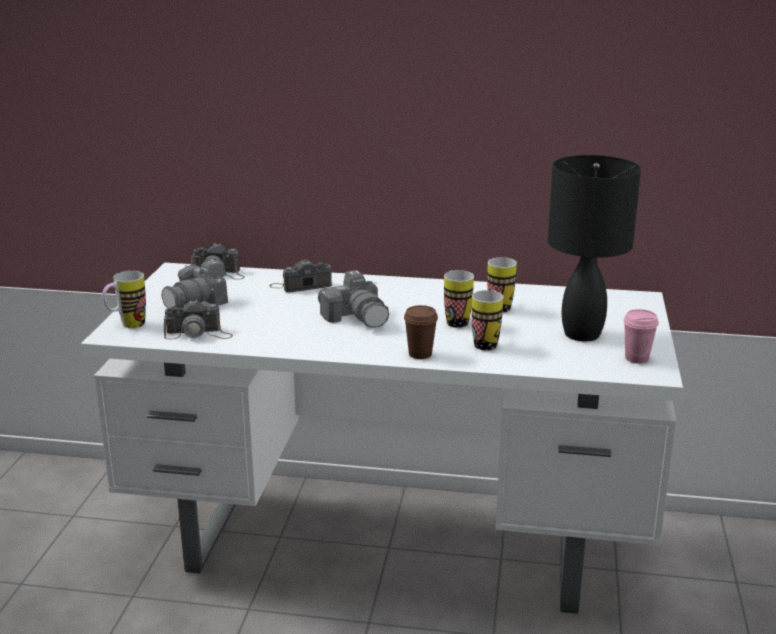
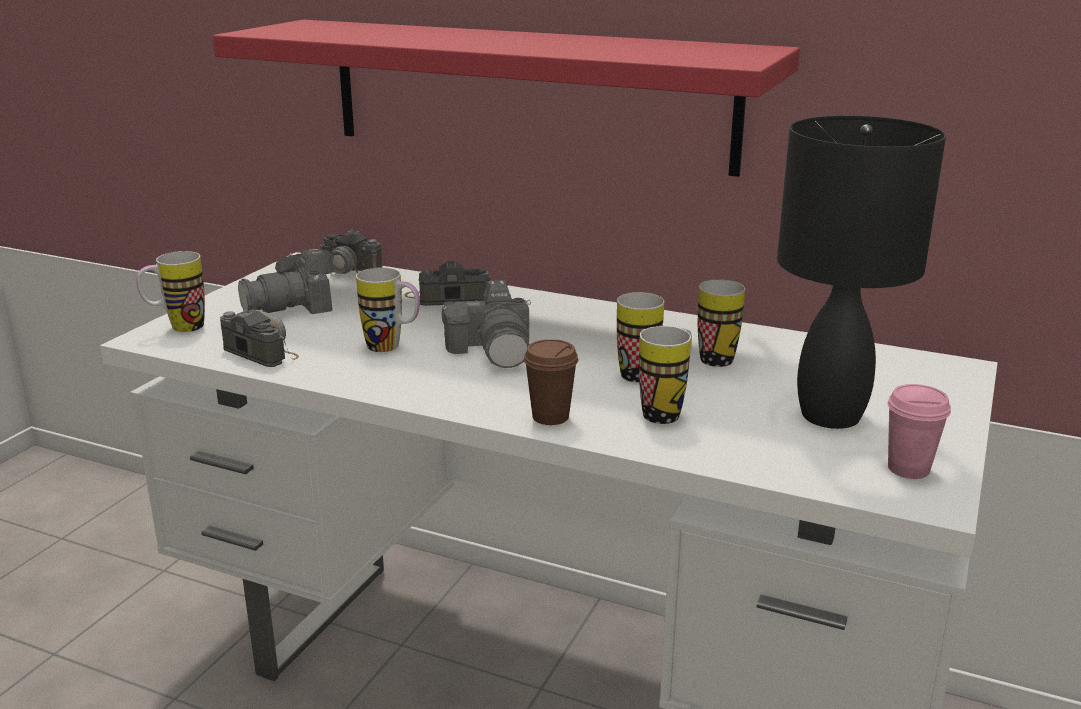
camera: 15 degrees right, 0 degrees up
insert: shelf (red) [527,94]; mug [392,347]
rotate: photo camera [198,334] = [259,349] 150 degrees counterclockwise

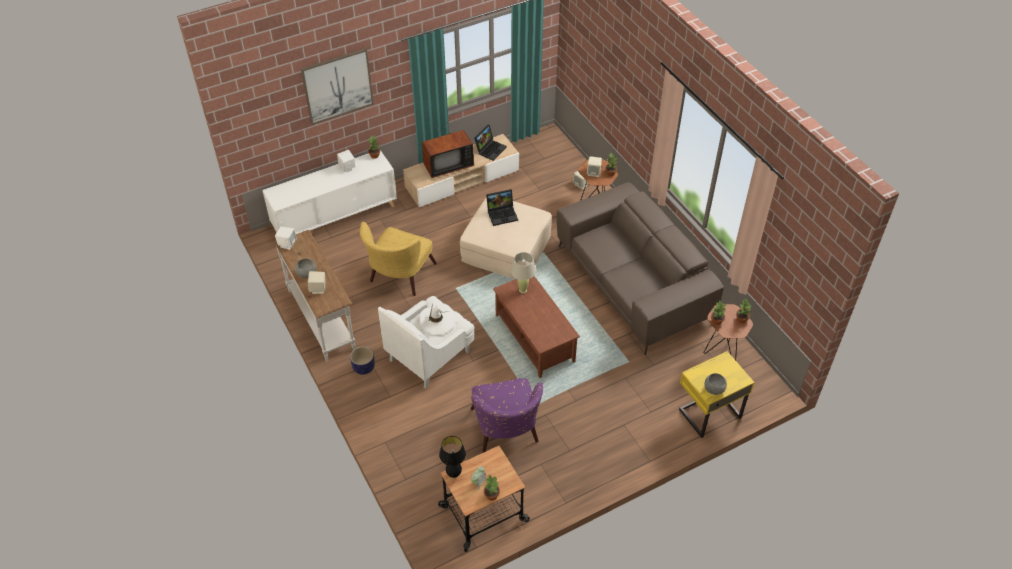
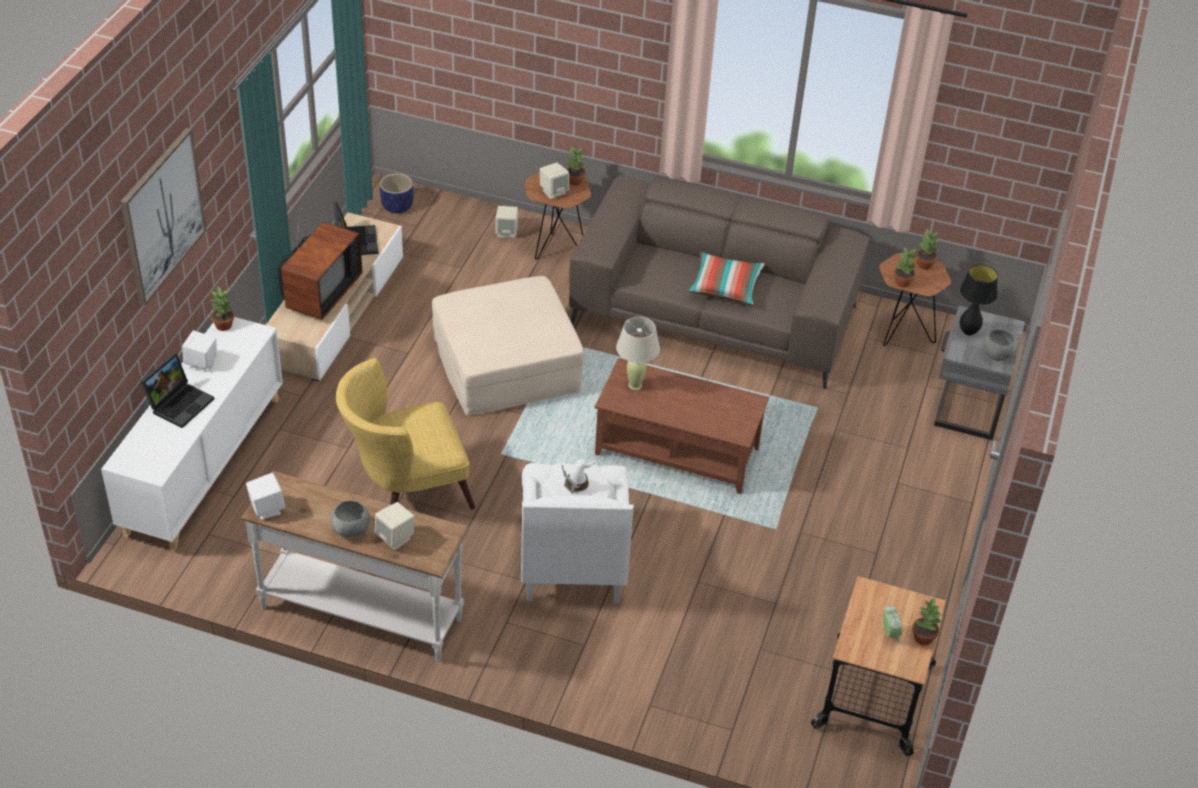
camera: 45 degrees left, 5 degrees down
delete: easy chair (purple) [506,432]
insert: cushion [725,287]
move: flower pot [363,368] to [397,207]; table lamp (black-coloured) [453,474] to [968,332]; portable computer [502,214] to [180,403]
recolor: nightstand (yellow-coloured) [708,413] to nightstand (gray) [966,409]
rotate: easy chair (yellow-coloured) [399,277] = [405,488] 90 degrees clockwise

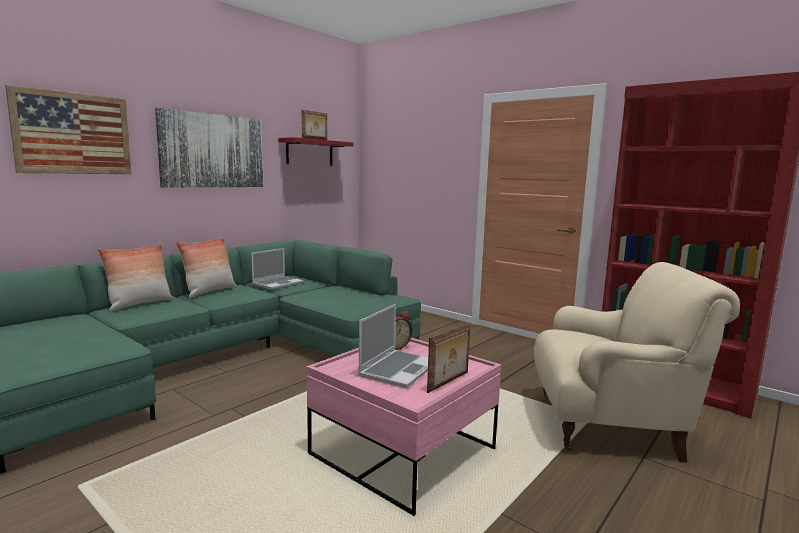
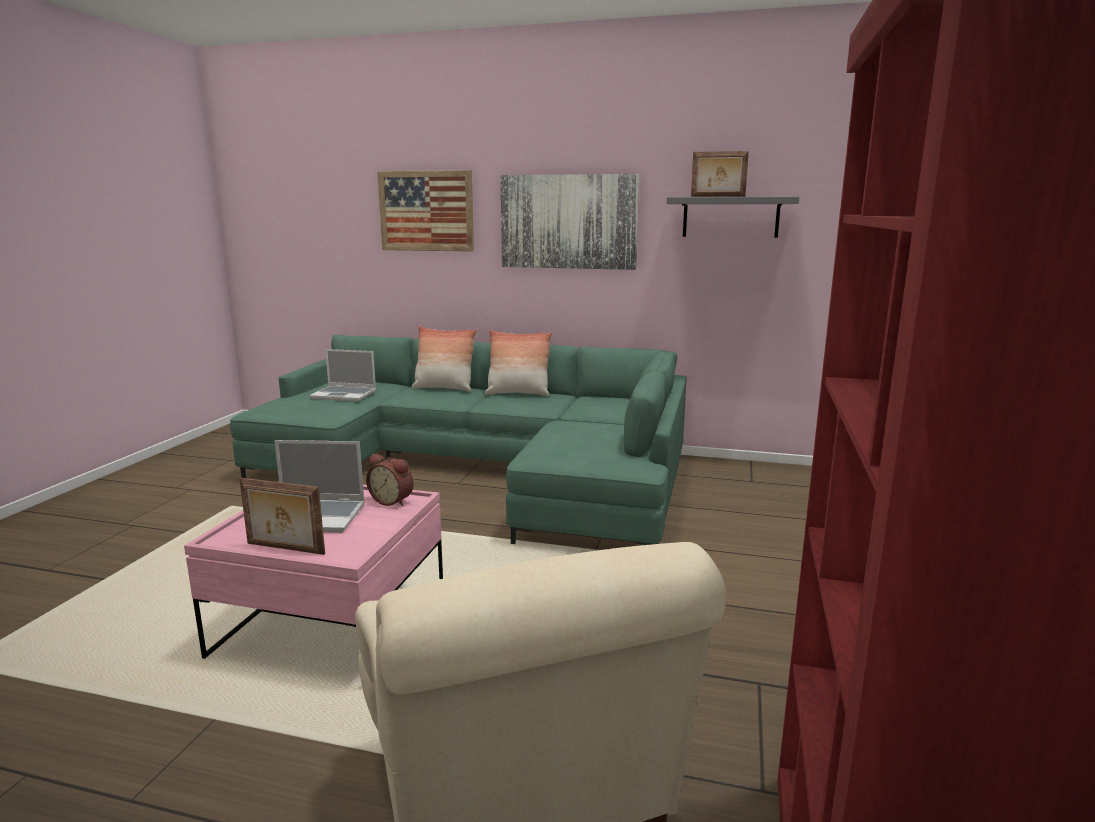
camera: 65 degrees right, 5 degrees up
move: portable computer [278,283] to [345,395]
recolor: shelf (red) [310,152] to shelf (gray) [730,217]

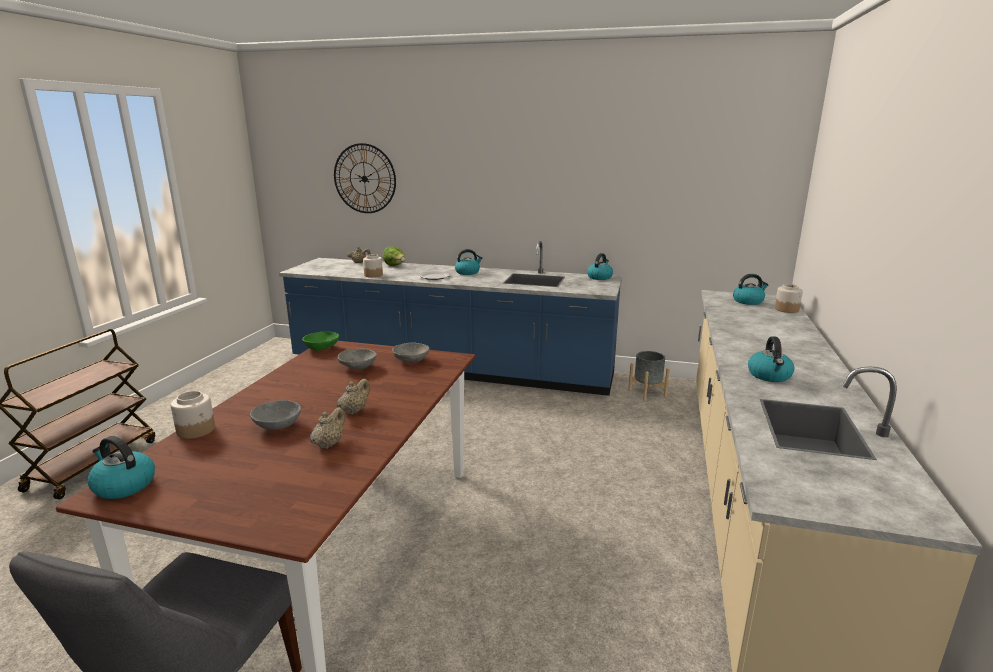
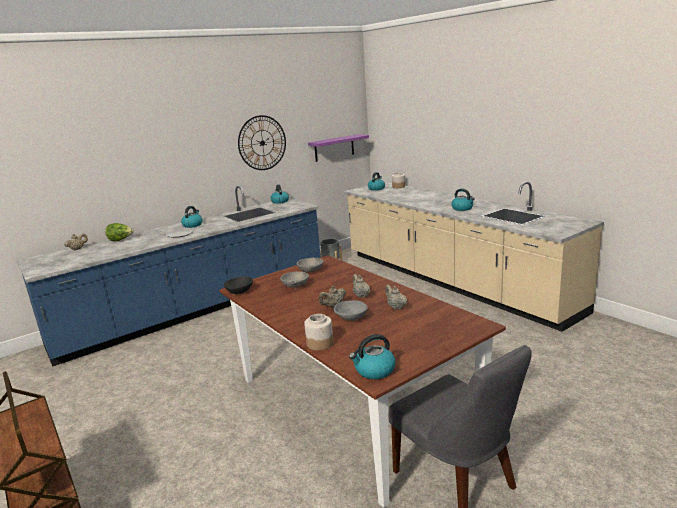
camera: 50 degrees left, 0 degrees up
delete: storage jar [373,275]
insert: shelf (purple) [334,148]; pot for tea (beige) [333,307]
move: hanging clock [364,178] to [262,143]
recolor: bowl (green) [322,349] to bowl (black-coloured) [240,291]

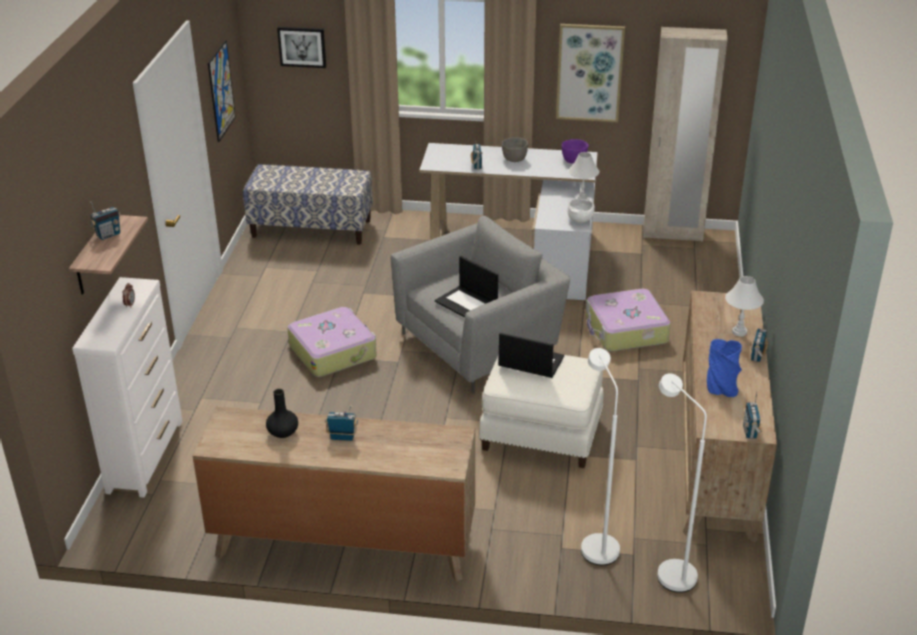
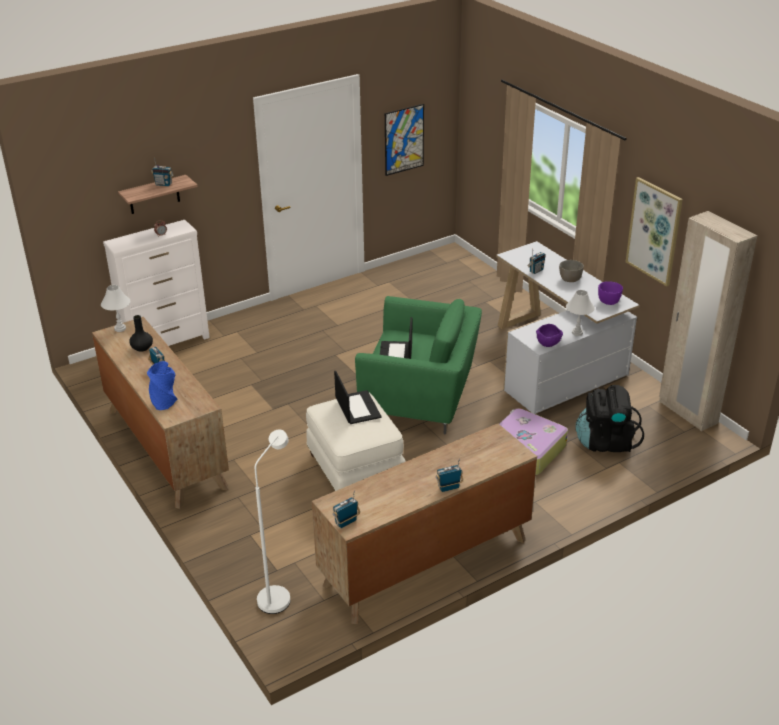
camera: 50 degrees right, 0 degrees up
delete: indoor bench [312,228]; wall picture [302,46]; travel case [333,351]; standard lamp (whitish) [596,543]
insert: backpack (black-coloured) [605,442]
move: flower vase (blue-coloured) [721,387] to [164,401]; table lamp (whitish) [739,332] to [120,329]
recolor: easy chair (gray) [480,344] to easy chair (green) [420,398]; bowl (whitish) [580,220] to bowl (purple) [548,344]

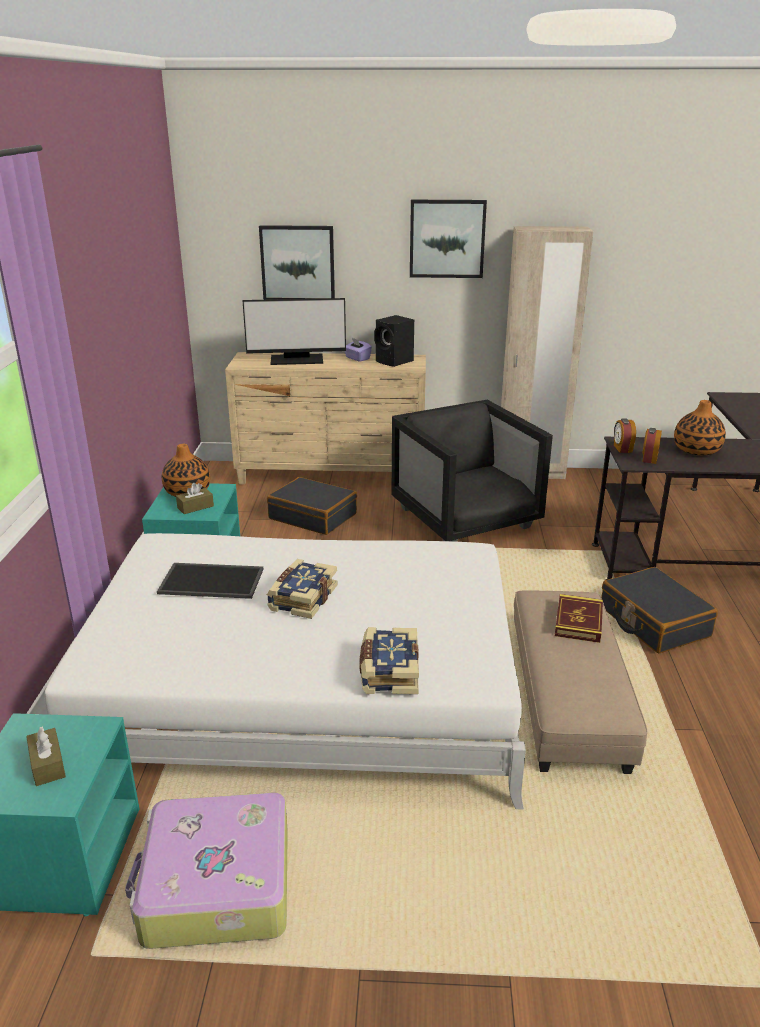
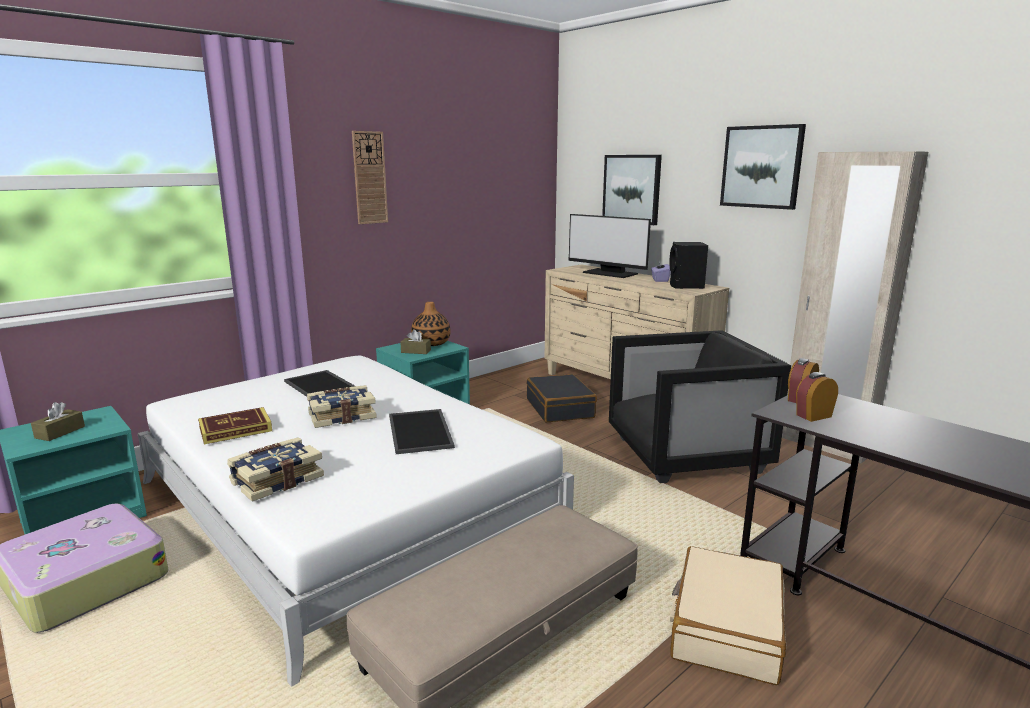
camera: 45 degrees right, 10 degrees down
delete: flower vase [696,450]
insert: hanging clock [369,178]; serving tray [421,431]
move: volume [578,621] to [235,429]
recolor: travel case (black-coloured) [653,622] to travel case (beige) [726,628]
rotate: easy chair (black-coloured) [466,518] = [685,455] 60 degrees clockwise

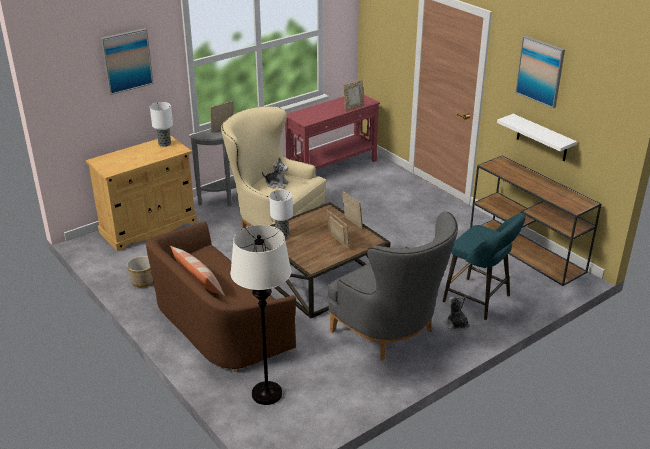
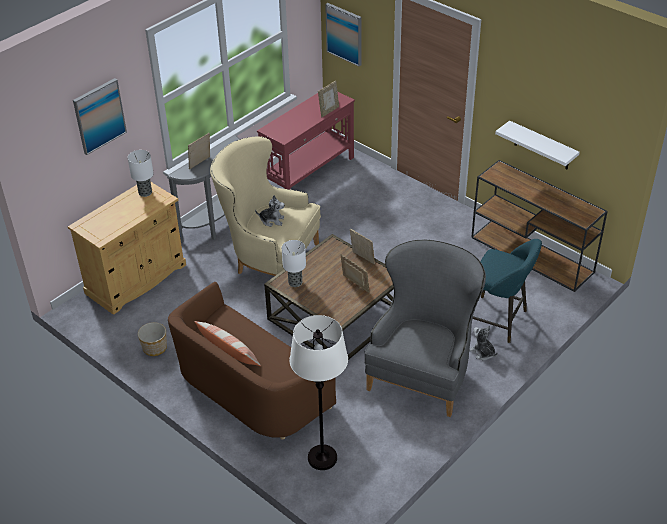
camera: 10 degrees left, 10 degrees up
move: wall picture [540,71] to [344,34]
rotate: easy chair (gray) [391,334] = [423,373] 105 degrees counterclockwise

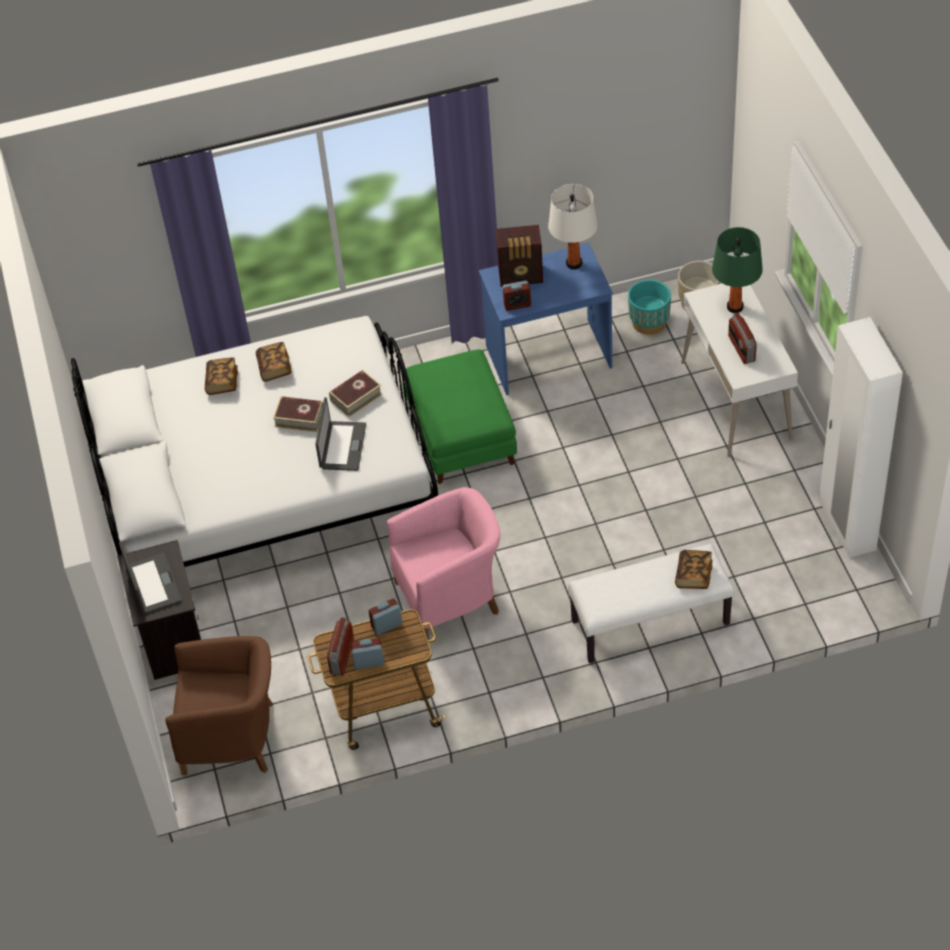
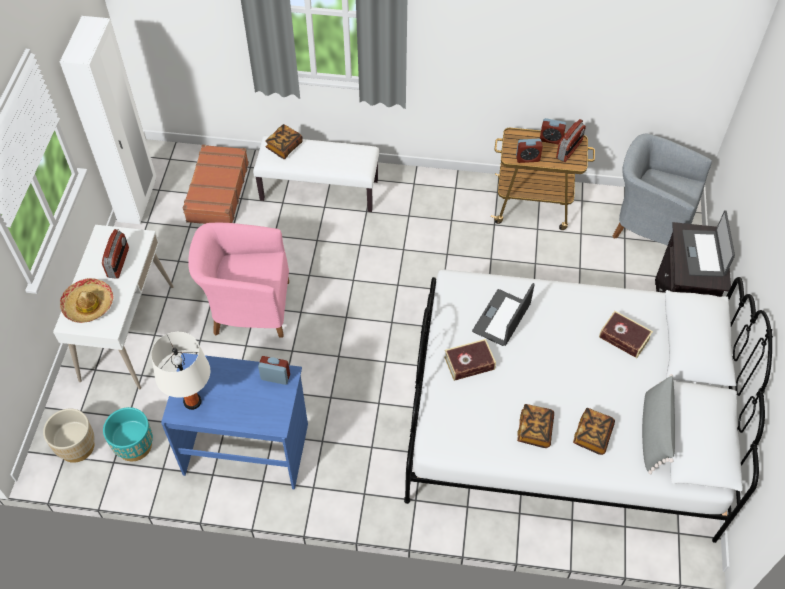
camera: 160 degrees left, 5 degrees up
delete: footrest (green) [461,436]; radio [521,276]
insert: travel case (brown-coloured) [217,192]; cushion (gray) [654,432]
move: volume [299,418] to [624,338]; easy chair (pink) [451,596] to [247,307]
replace: table lamp (green) [735,307] to wearable hat [88,305]
recolor: easy chair (brown-coloured) [233,738] to easy chair (gray) [648,224]

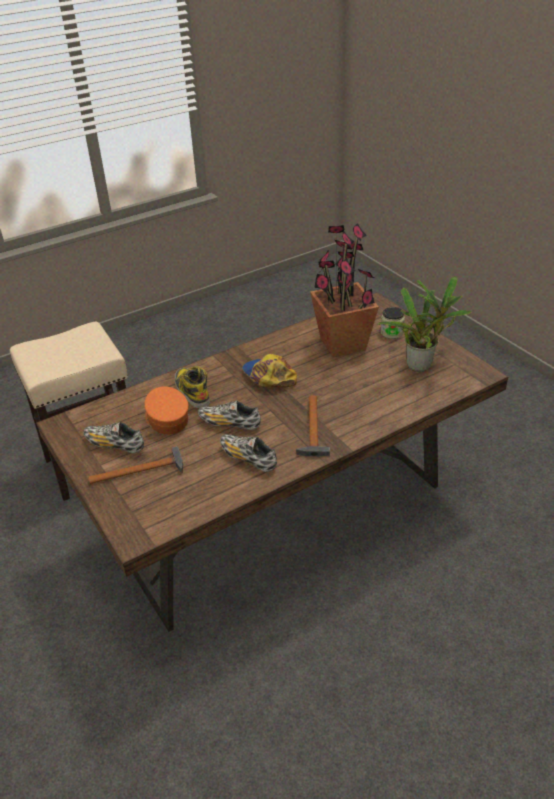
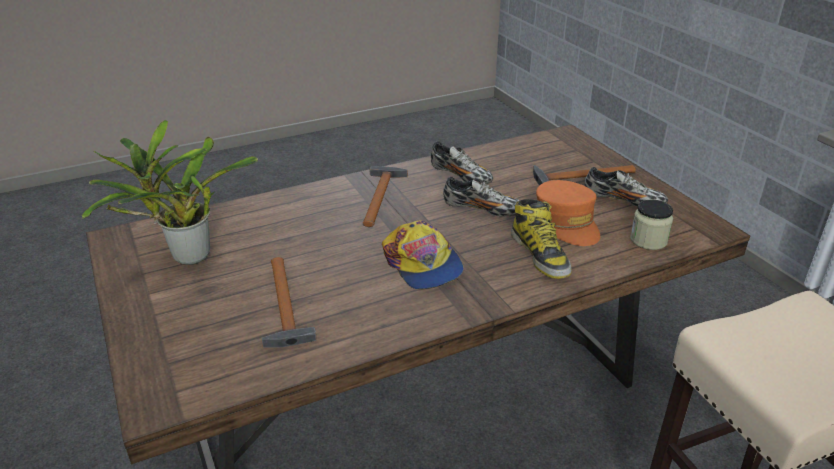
camera: 175 degrees left, 5 degrees down
move: storage jar [392,332] to [648,240]
replace: potted plant [342,344] to hand hammer [284,306]

